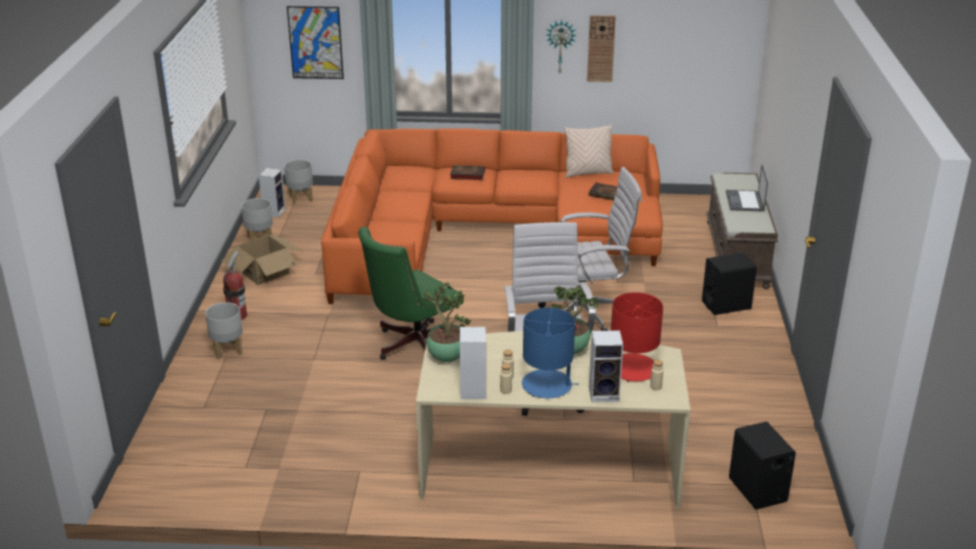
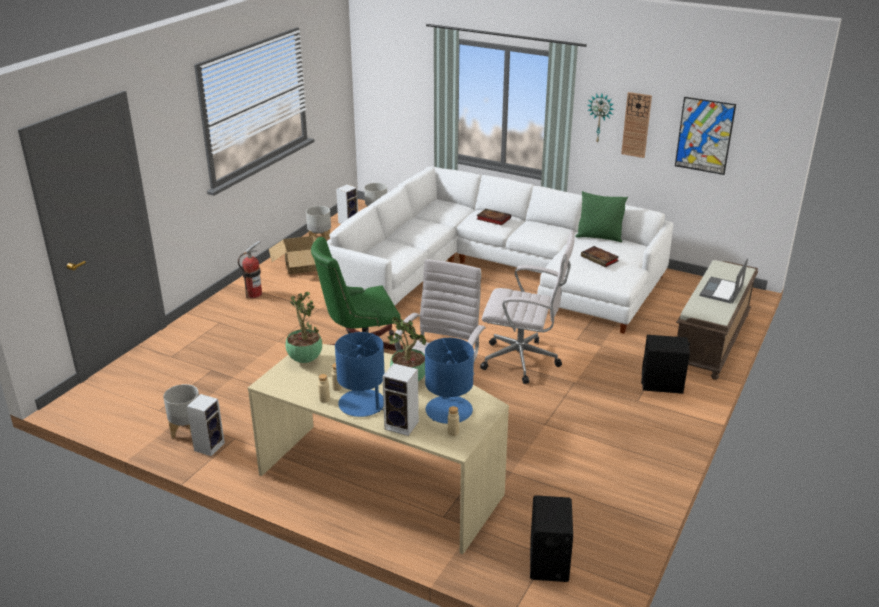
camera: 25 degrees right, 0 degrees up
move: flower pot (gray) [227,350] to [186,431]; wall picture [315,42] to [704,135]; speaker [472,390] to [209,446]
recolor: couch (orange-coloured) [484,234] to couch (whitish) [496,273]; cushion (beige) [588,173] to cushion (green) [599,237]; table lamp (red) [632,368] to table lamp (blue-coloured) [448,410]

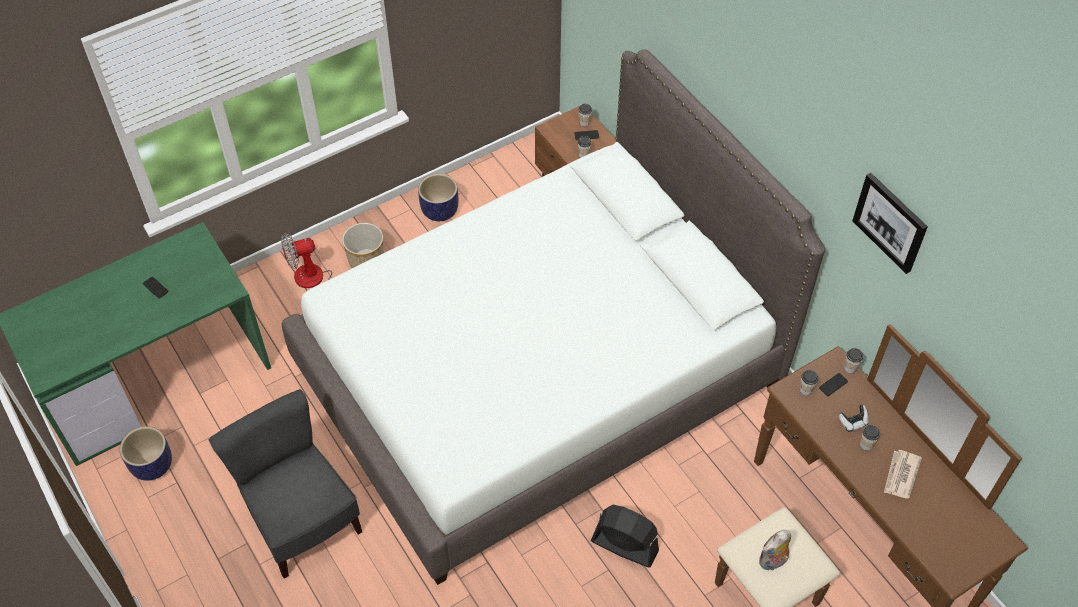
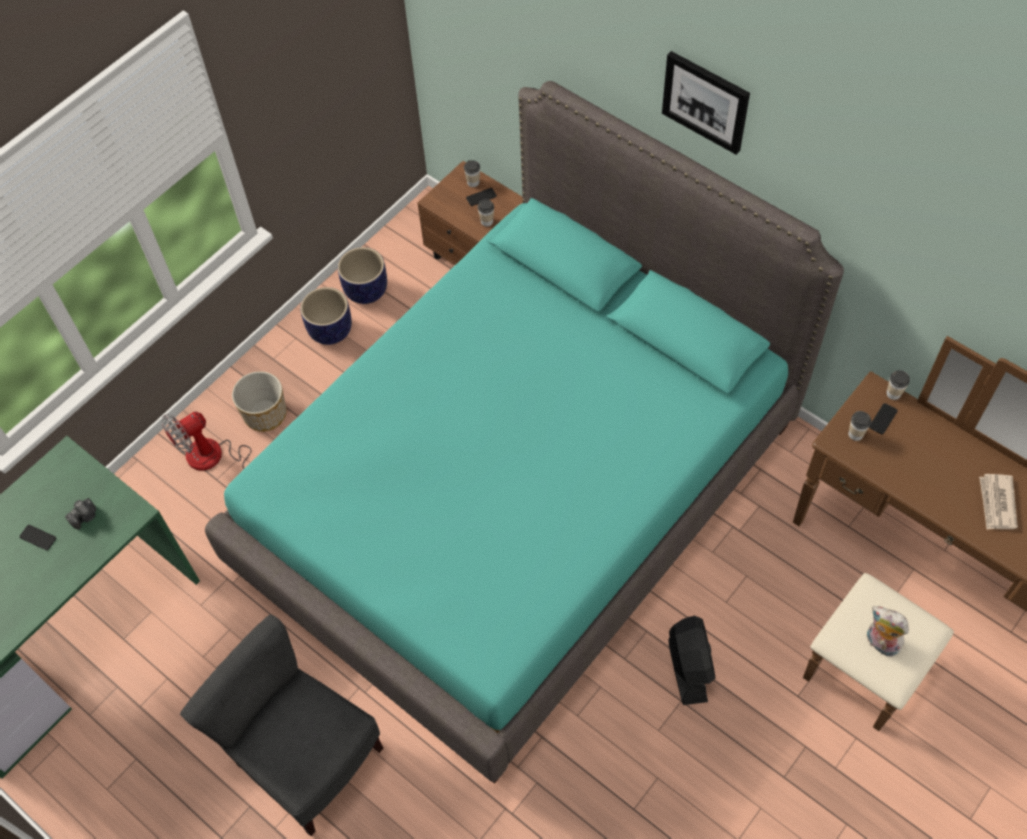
camera: 15 degrees left, 5 degrees up
delete: joypad [853,422]; cup [866,444]
insert: photo camera [85,517]
move: flower pot [152,465] to [365,290]; wall picture [890,222] to [706,101]
recolor: bedroom bed (whitish) [539,376] to bedroom bed (blue-green) [519,495]
rotate: electric fan (black-coloured) [624,545] = [688,666] 75 degrees clockwise; cuddly toy [773,562] = [880,643] 90 degrees clockwise

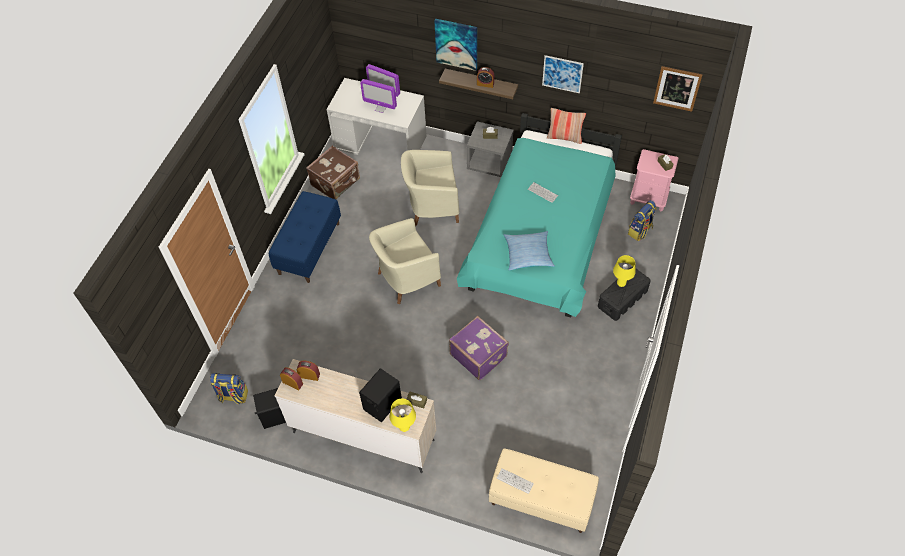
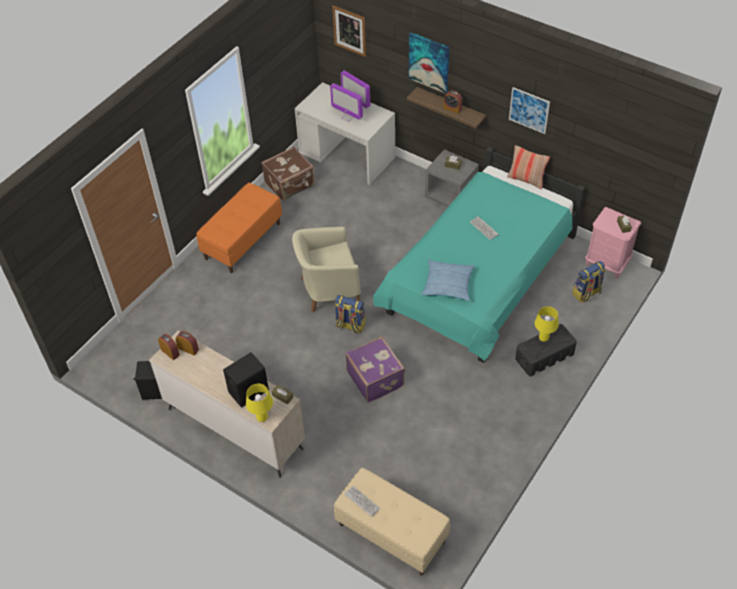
camera: 15 degrees right, 5 degrees down
delete: easy chair (beige) [432,207]
move: backpack [233,396] to [350,325]; wall picture [677,88] to [349,31]
recolor: indoor bench (blue-coloured) [309,248] to indoor bench (orange-coloured) [242,240]

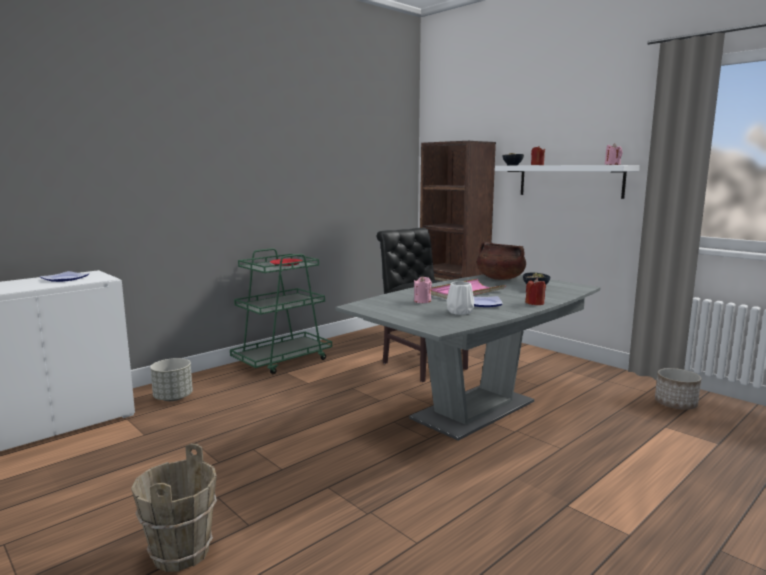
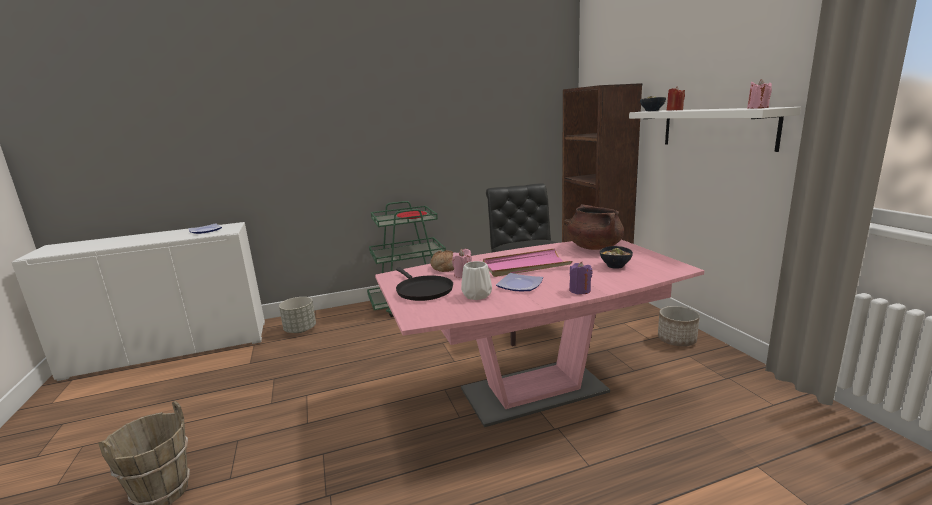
camera: 25 degrees right, 5 degrees up
insert: frying pan (black-coloured) [422,290]; bread [444,267]
move: flower pot [675,404] to [677,340]
recolor: kitchen table (gray) [473,410] to kitchen table (pink) [533,391]; candle (red) [535,303] to candle (purple) [580,290]

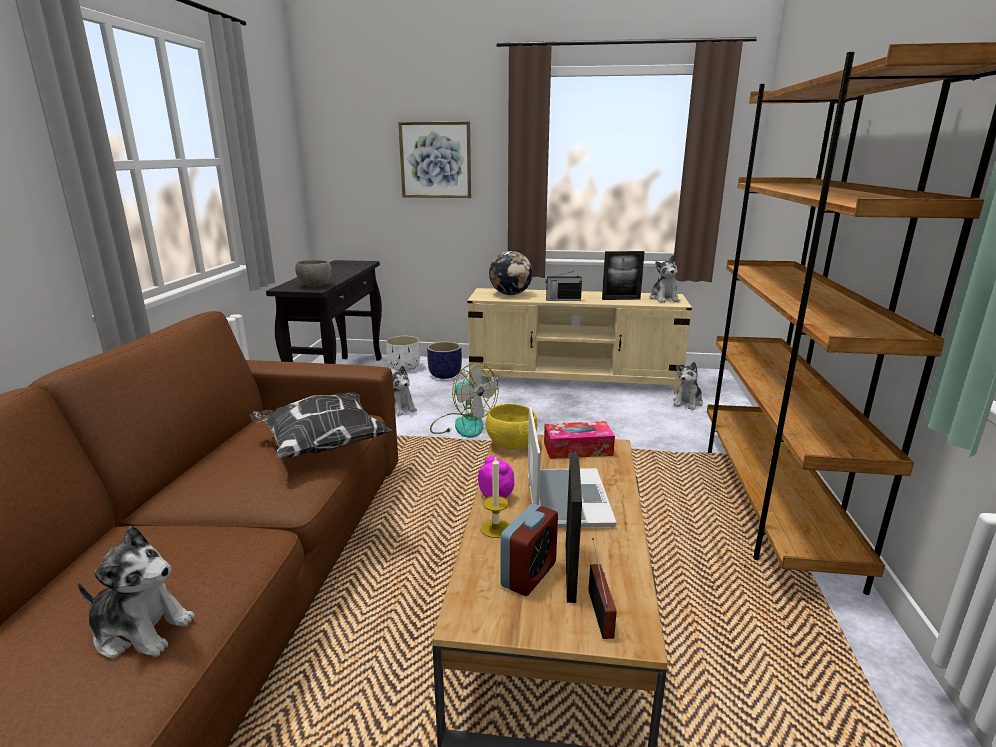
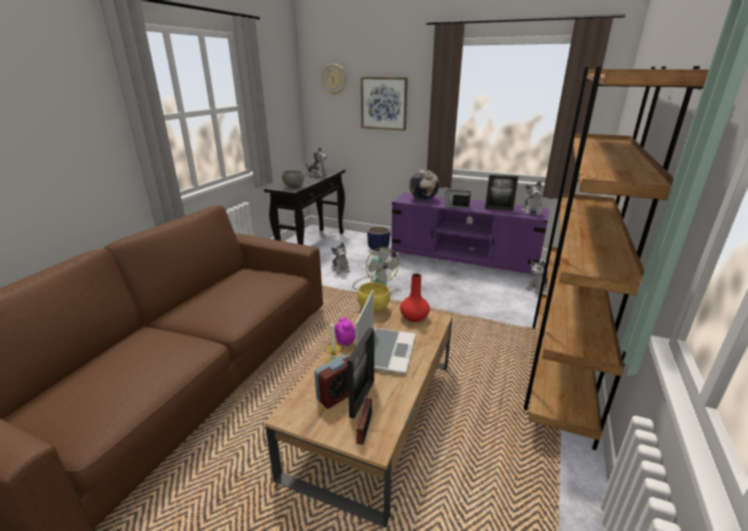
camera: 15 degrees right, 5 degrees up
delete: cushion [321,446]; flower pot (whitish) [404,367]
insert: hanging clock [334,79]
move: cuddly toy [141,629] to [317,174]
replace: tissue holder [577,449] to flower vase (red) [414,317]
recolor: media console (beige) [574,379] to media console (purple) [463,261]

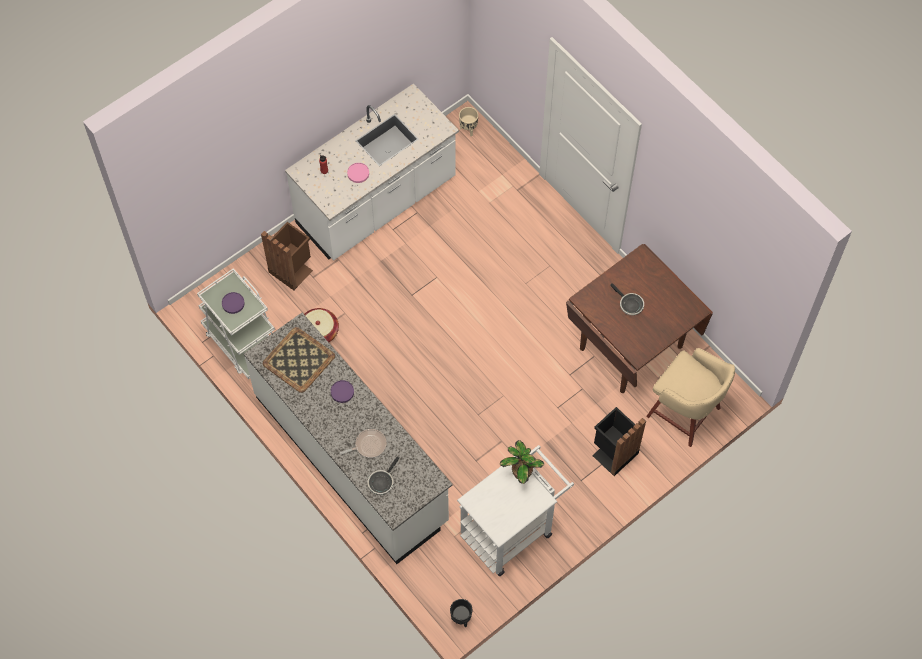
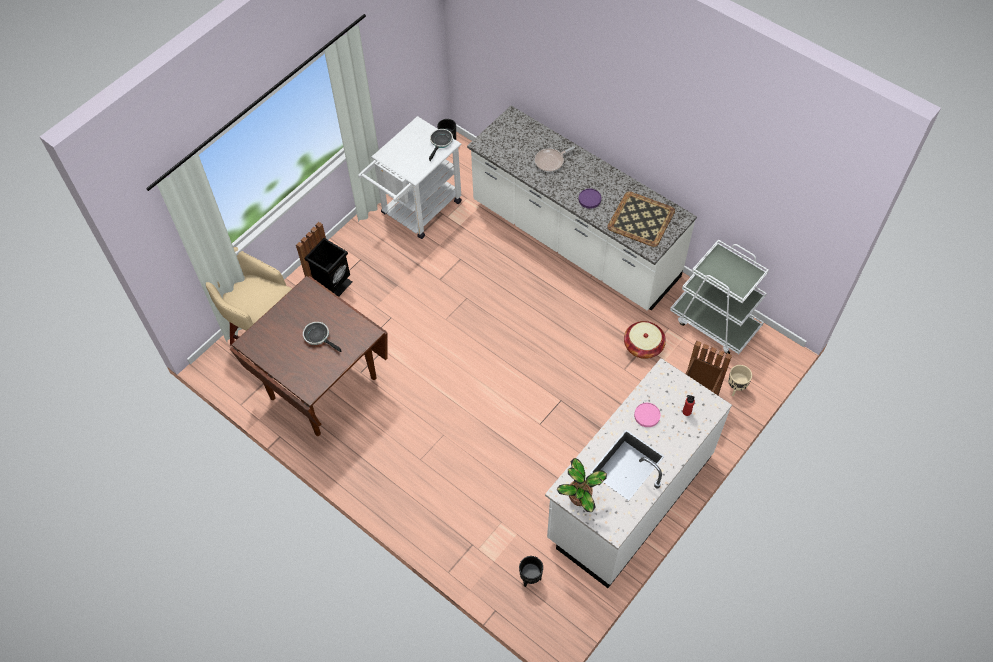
camera: 170 degrees right, 5 degrees down
delete: flat dish (purple) [233,303]
insert: flower pot (black-coloured) [530,578]
move: frying pan [381,481] to [441,142]; flower pot (beige) [468,129] to [735,388]; potted plant [520,473] to [580,498]

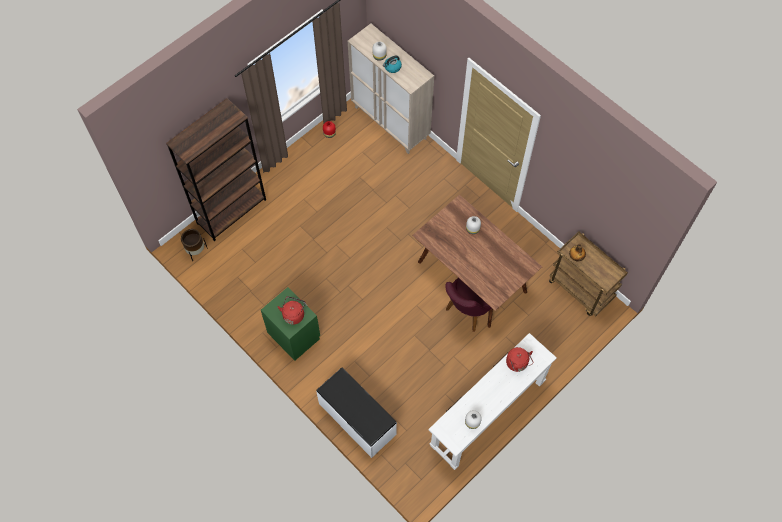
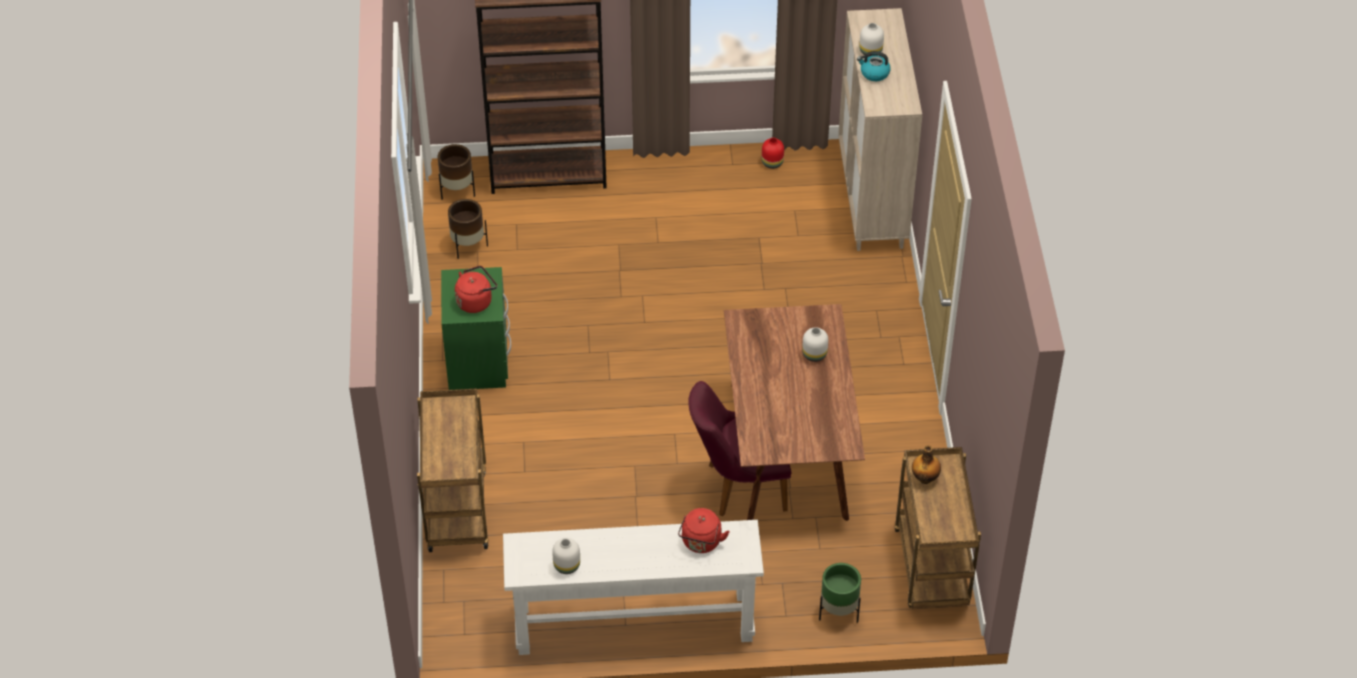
camera: 40 degrees right, 15 degrees down
insert: flower pot (brown-coloured) [468,246]; flower pot (green) [838,611]
replace: indoor bench (whitish) [356,419] to trolley (brown-coloured) [456,508]

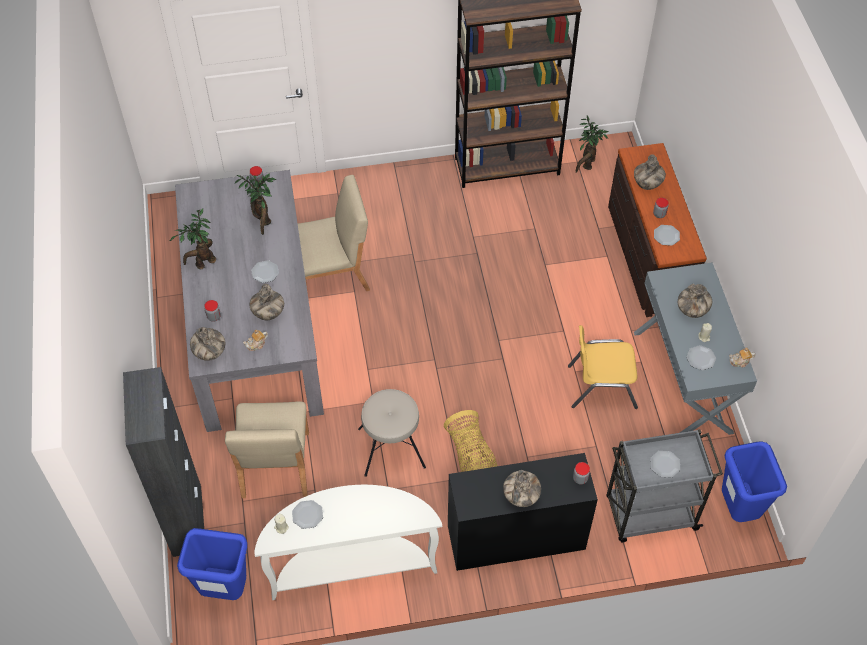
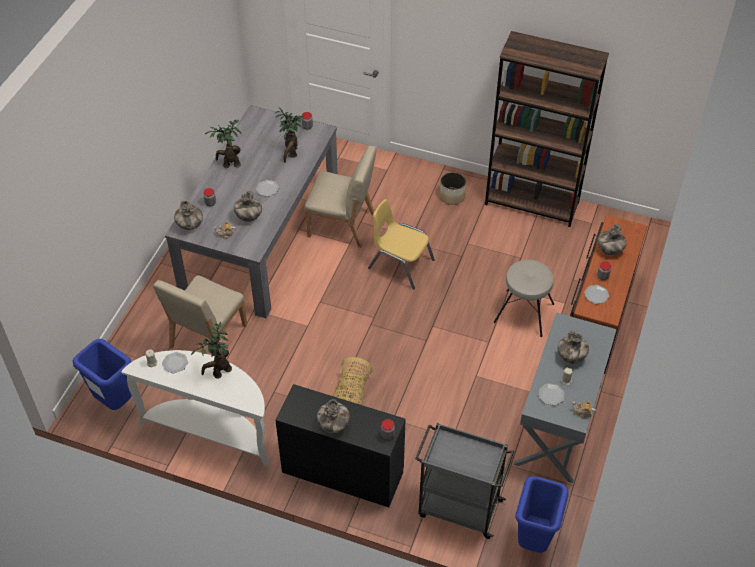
camera: 30 degrees right, 5 degrees down
delete: storage cabinet (black-coloured) [187,521]; flat dish [665,464]
insert: flower pot [452,196]
move: sitting stool (beige) [391,448] to [524,313]; upright chair (yellow-coloured) [601,386] to [400,264]; potted plant [586,165] to [219,372]

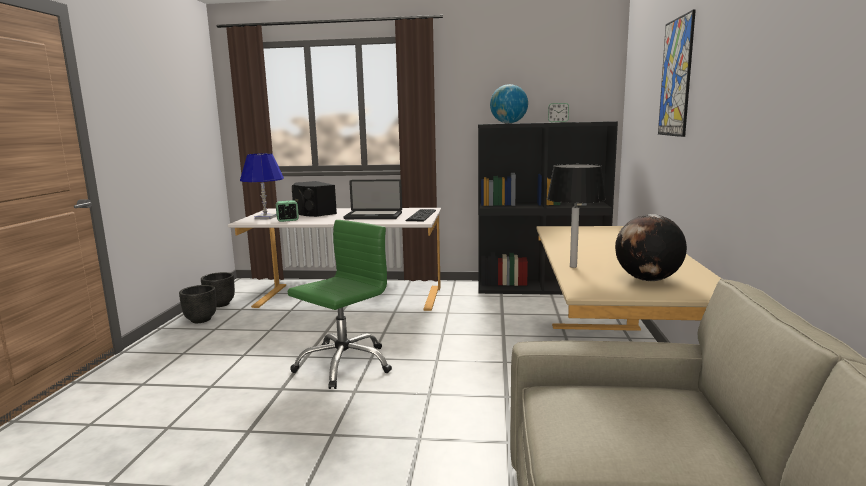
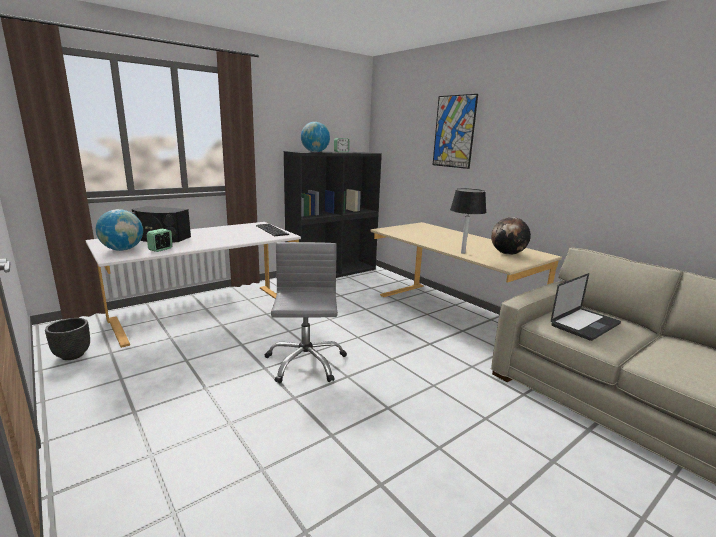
camera: 45 degrees left, 5 degrees up
delete: flower pot (black-coloured) [200,320]
move: portable computer [373,216] to [585,325]
replace: table lamp (blue-coloured) [265,217] to desk globe [123,249]
recolor: office chair (green) [343,364] to office chair (gray) [305,362]

